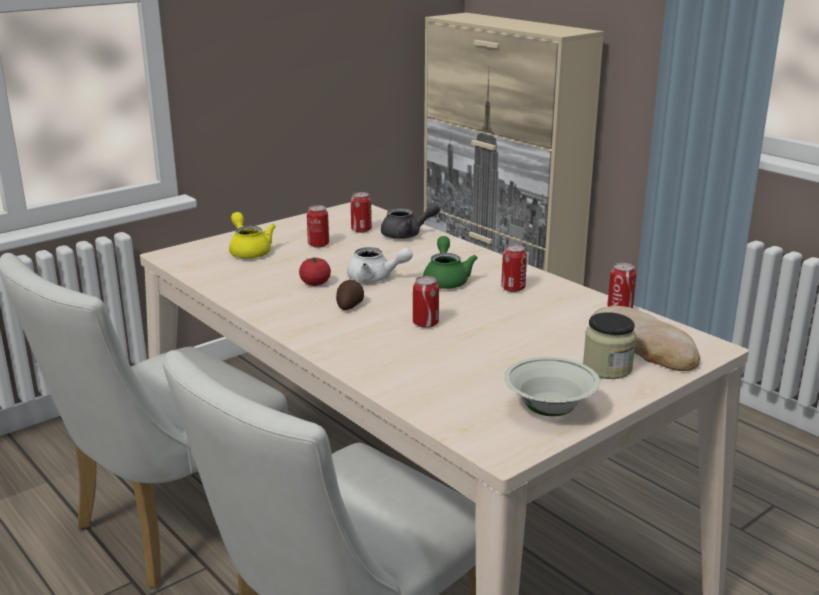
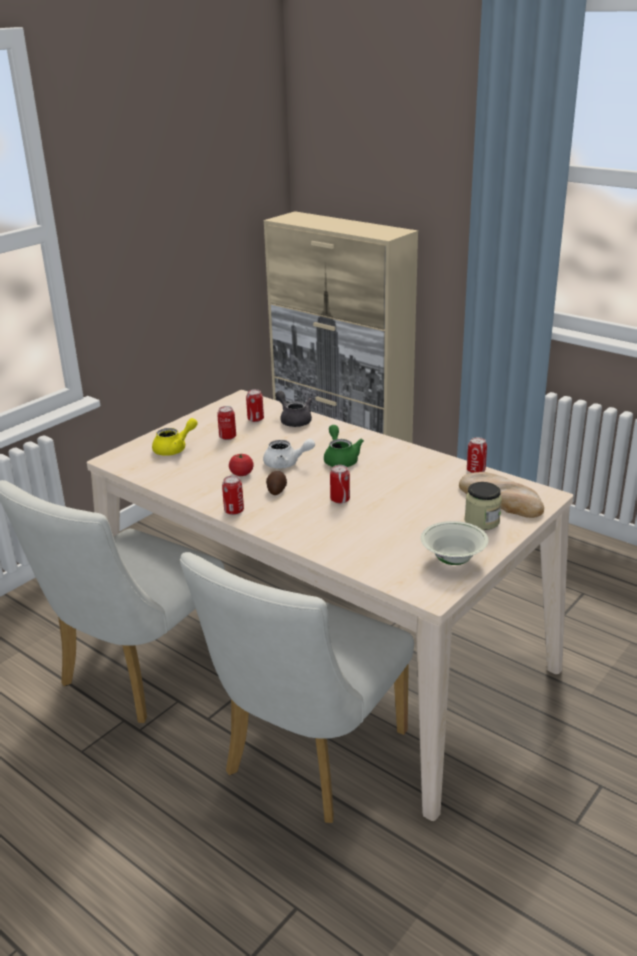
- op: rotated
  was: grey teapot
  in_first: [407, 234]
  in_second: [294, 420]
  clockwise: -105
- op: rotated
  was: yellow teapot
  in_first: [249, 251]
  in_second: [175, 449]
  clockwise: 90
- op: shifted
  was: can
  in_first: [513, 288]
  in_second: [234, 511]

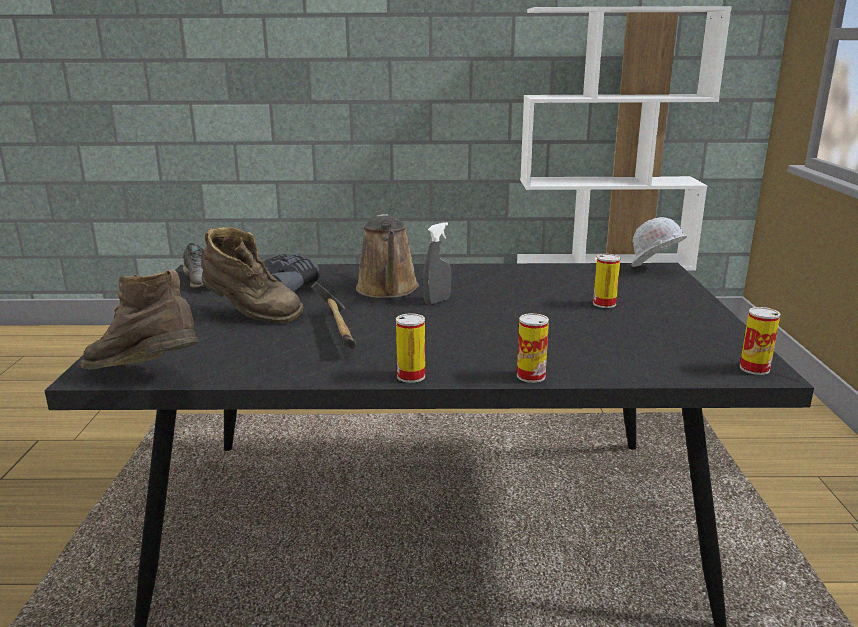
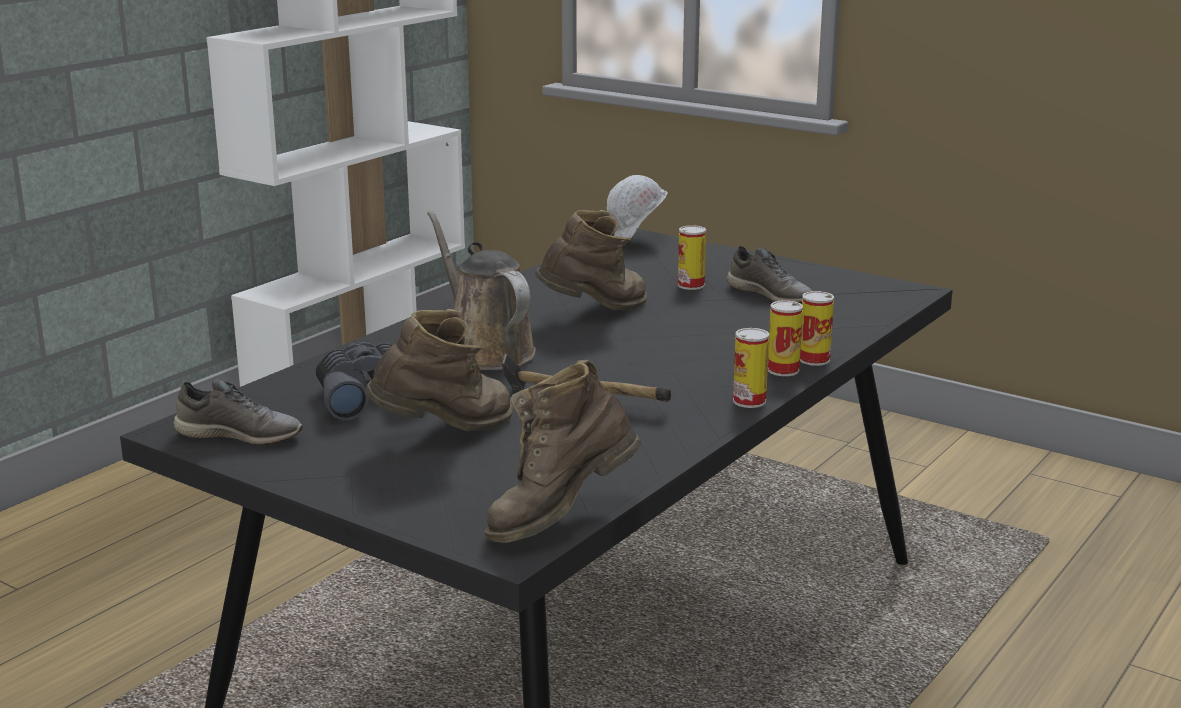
- op: rotated
  was: brown watering can
  in_first: [388, 290]
  in_second: [485, 351]
  clockwise: -150
- op: gone
  was: grey spray bottle
  in_first: [437, 301]
- op: shifted
  was: can
  in_first: [754, 368]
  in_second: [783, 370]
- op: new
  now: brown boot
  in_second: [595, 312]
- op: new
  now: grey shoe
  in_second: [771, 295]

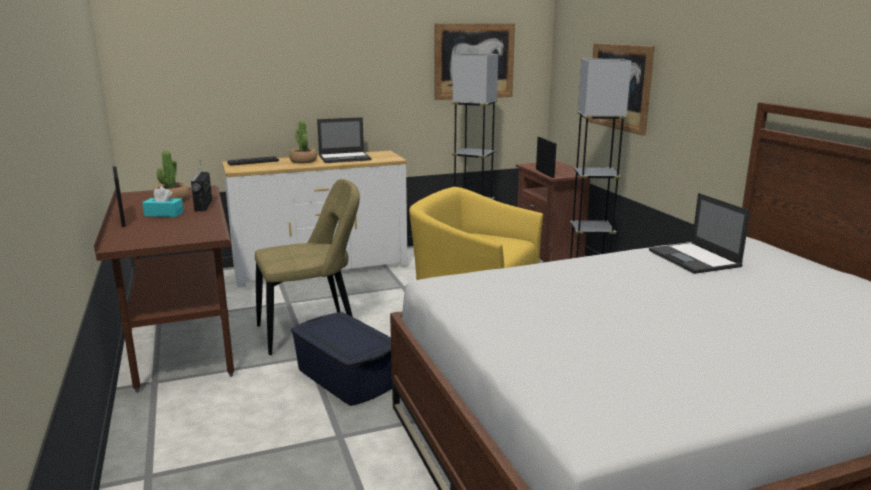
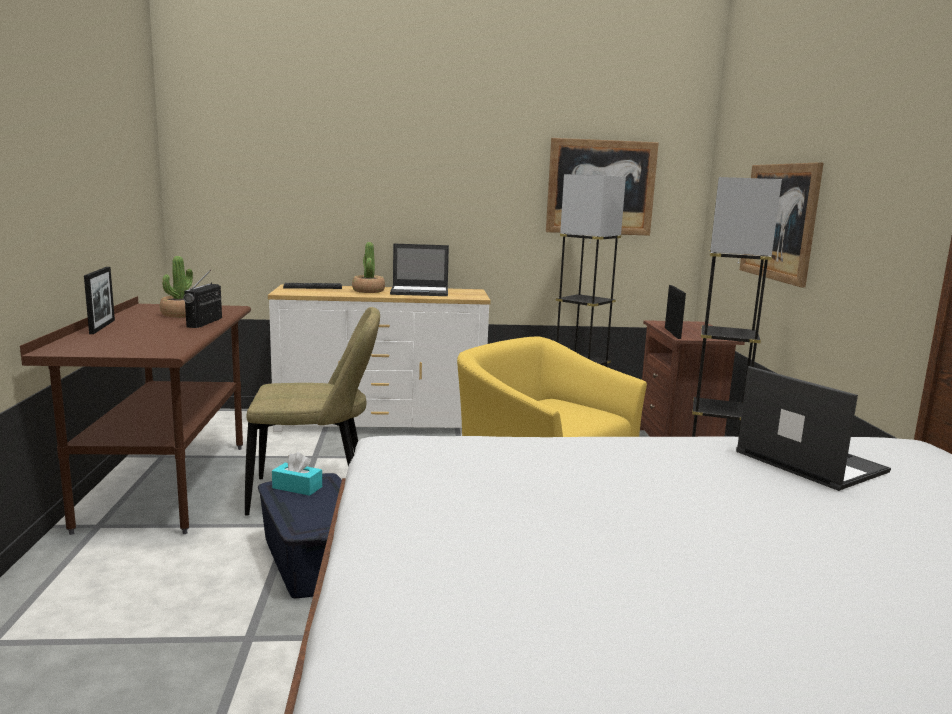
- op: shifted
  was: turquoise tissue box
  in_first: [164, 214]
  in_second: [297, 487]
- op: rotated
  was: laptop
  in_first: [695, 259]
  in_second: [808, 461]
  clockwise: 150

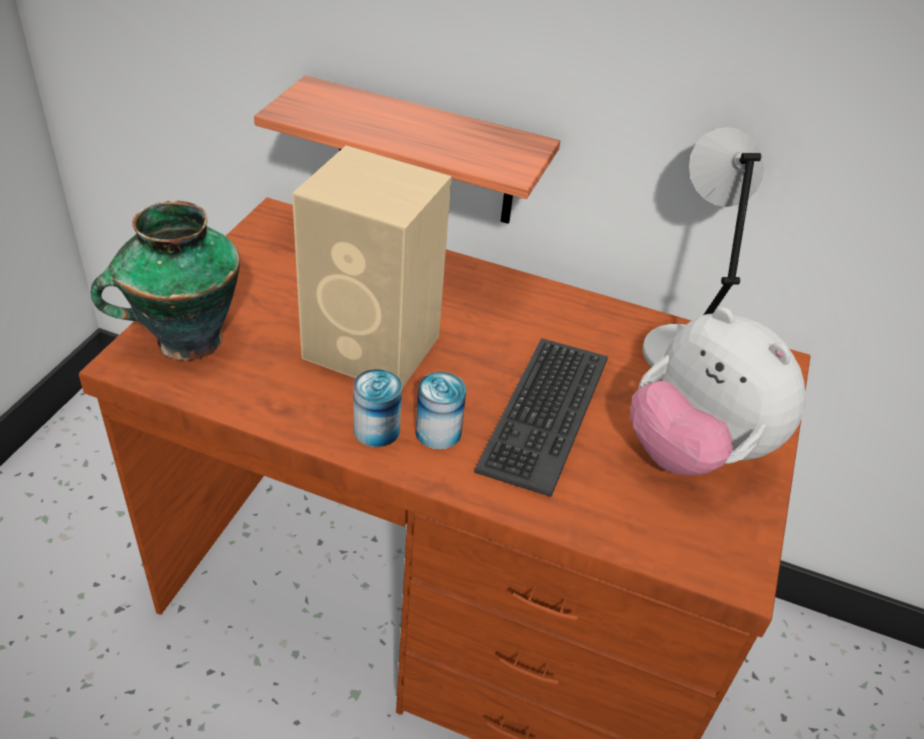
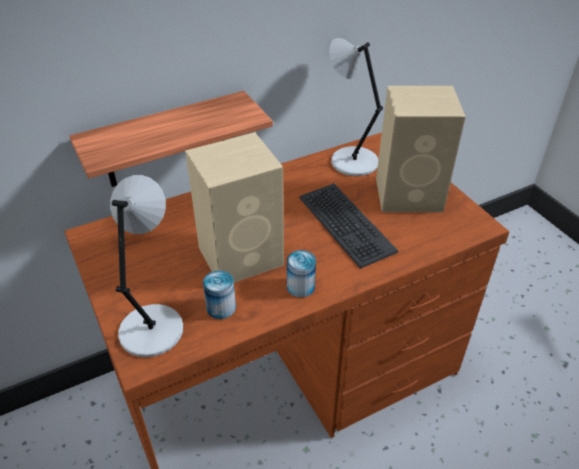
- op: swapped
  was: vase
  now: grey table lamp
  in_first: [186, 341]
  in_second: [152, 327]
- op: swapped
  was: plush toy
  now: beige speaker
  in_first: [695, 451]
  in_second: [410, 195]
- op: shifted
  was: can
  in_first: [438, 432]
  in_second: [221, 307]

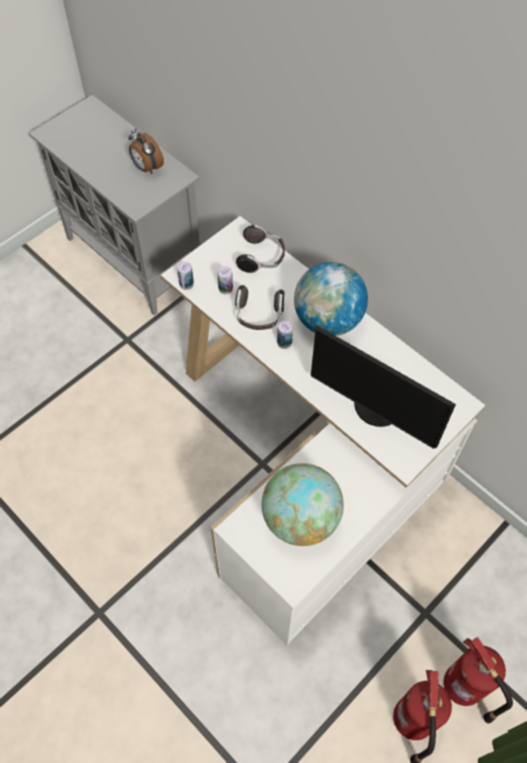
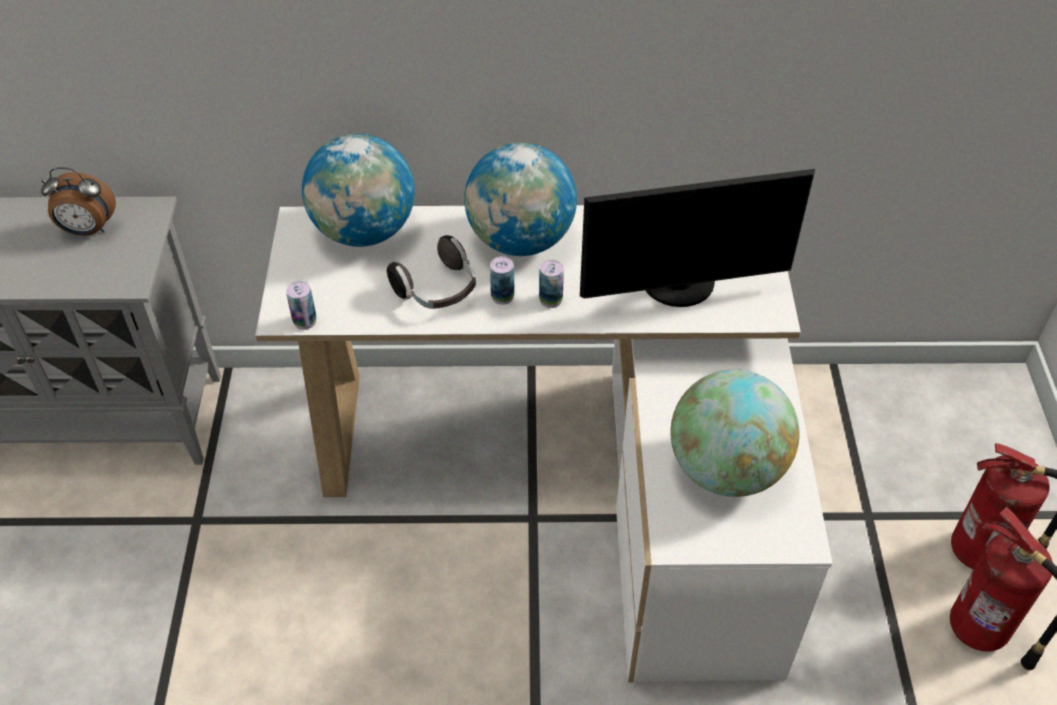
- op: swapped
  was: headphones
  now: globe
  in_first: [261, 258]
  in_second: [364, 231]
- op: shifted
  was: can
  in_first: [225, 289]
  in_second: [550, 300]

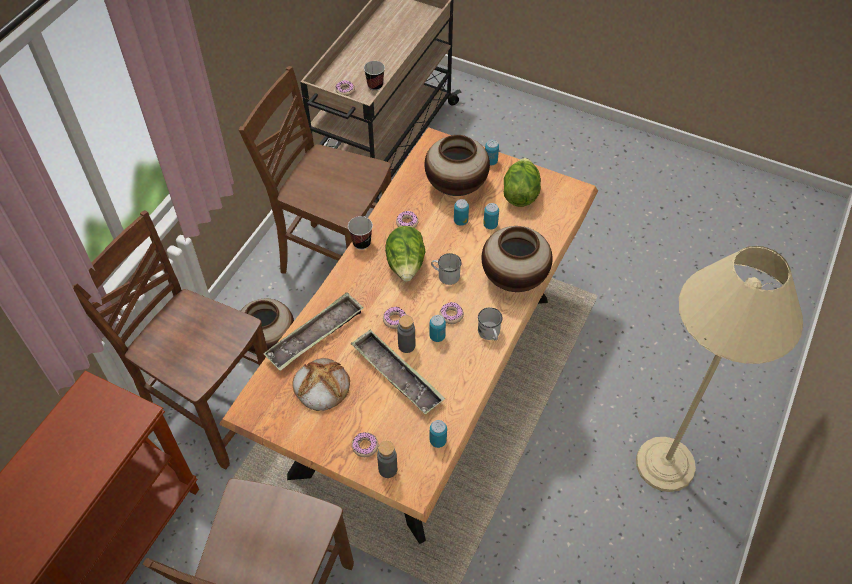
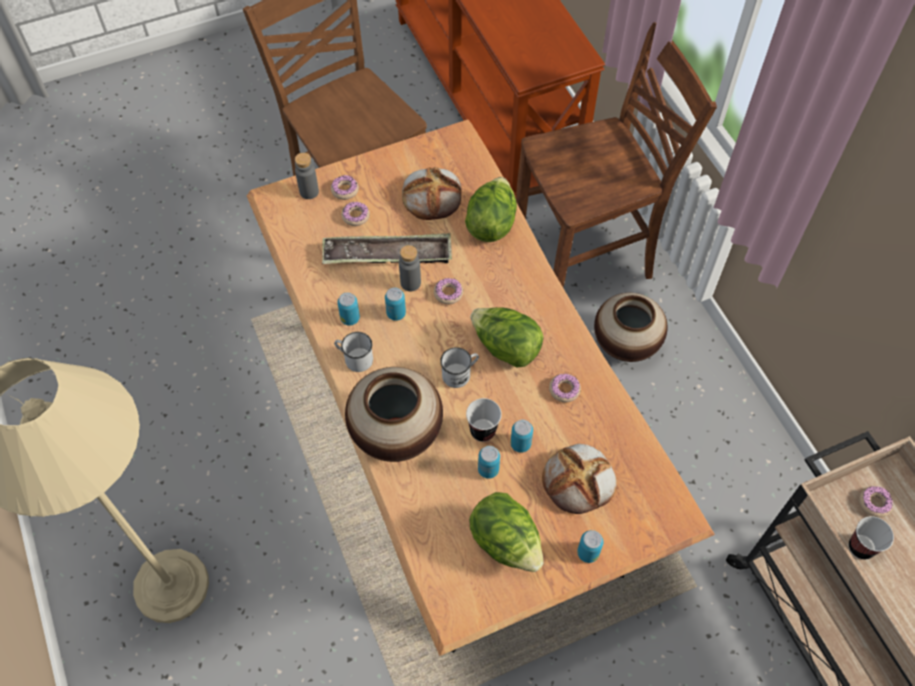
- op: gone
  was: brown chair
  in_first: [335, 260]
- op: swapped
  was: vase
  now: bread
  in_first: [455, 186]
  in_second: [579, 481]
- op: shifted
  was: cup
  in_first: [361, 243]
  in_second: [483, 431]
- op: swapped
  was: tray
  now: lettuce
  in_first: [315, 335]
  in_second: [491, 223]
- op: shifted
  was: donut
  in_first: [451, 315]
  in_second: [355, 216]
- op: shifted
  was: can
  in_first: [438, 441]
  in_second: [350, 318]

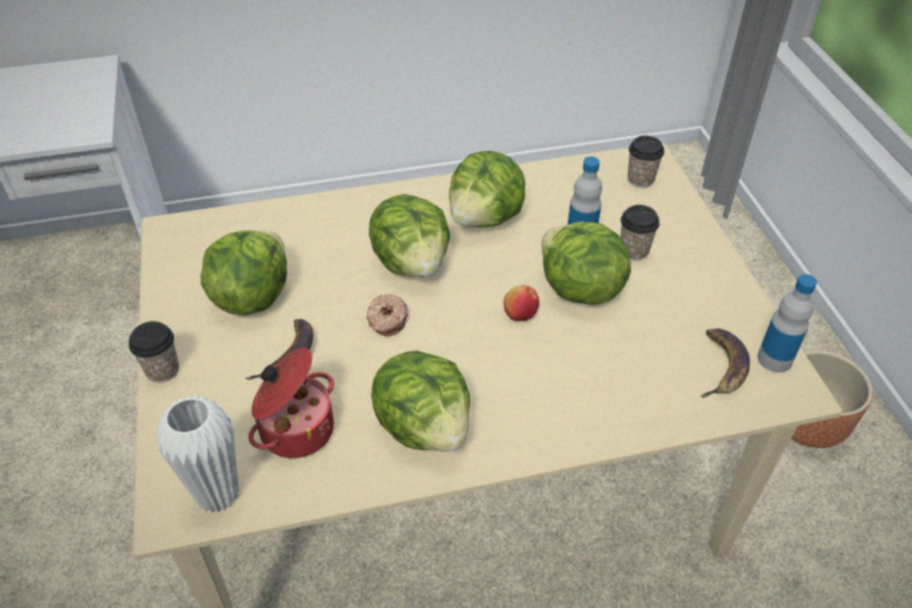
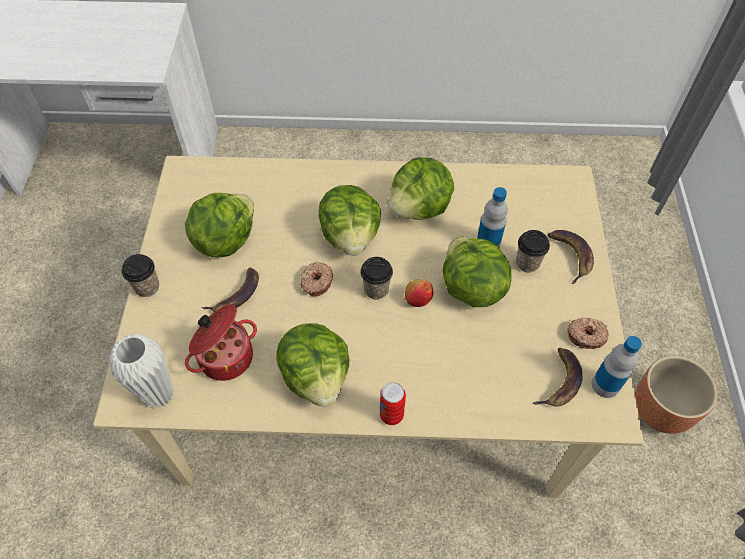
- op: shifted
  was: cup
  in_first: [640, 179]
  in_second: [376, 289]
- op: new
  now: banana
  in_second: [571, 256]
- op: new
  now: donut
  in_second: [586, 335]
- op: new
  now: can
  in_second: [391, 415]

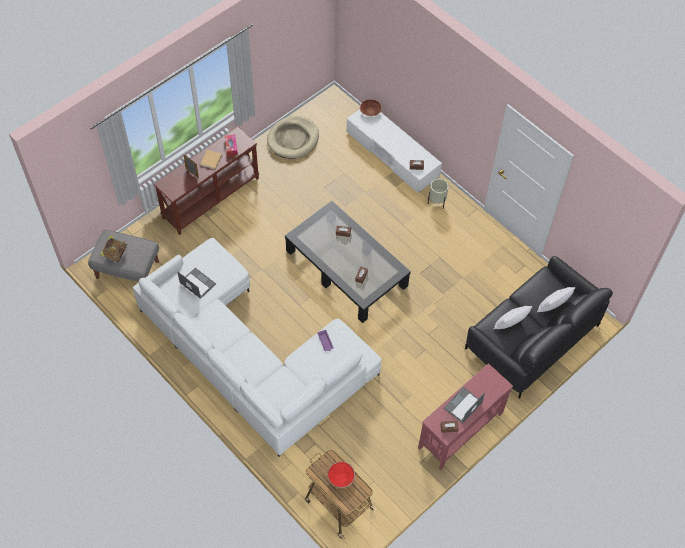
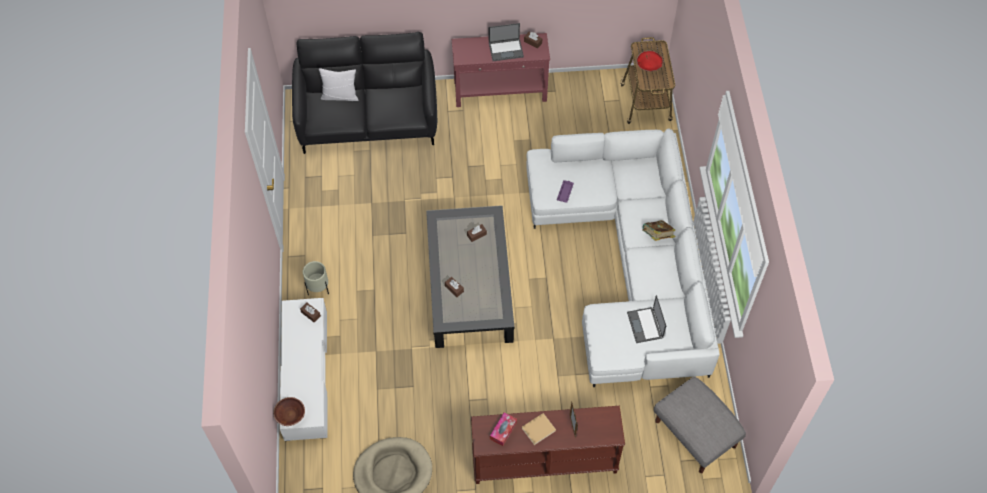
- op: shifted
  was: book
  in_first: [115, 254]
  in_second: [657, 236]
- op: gone
  was: white pillow
  in_first: [510, 324]

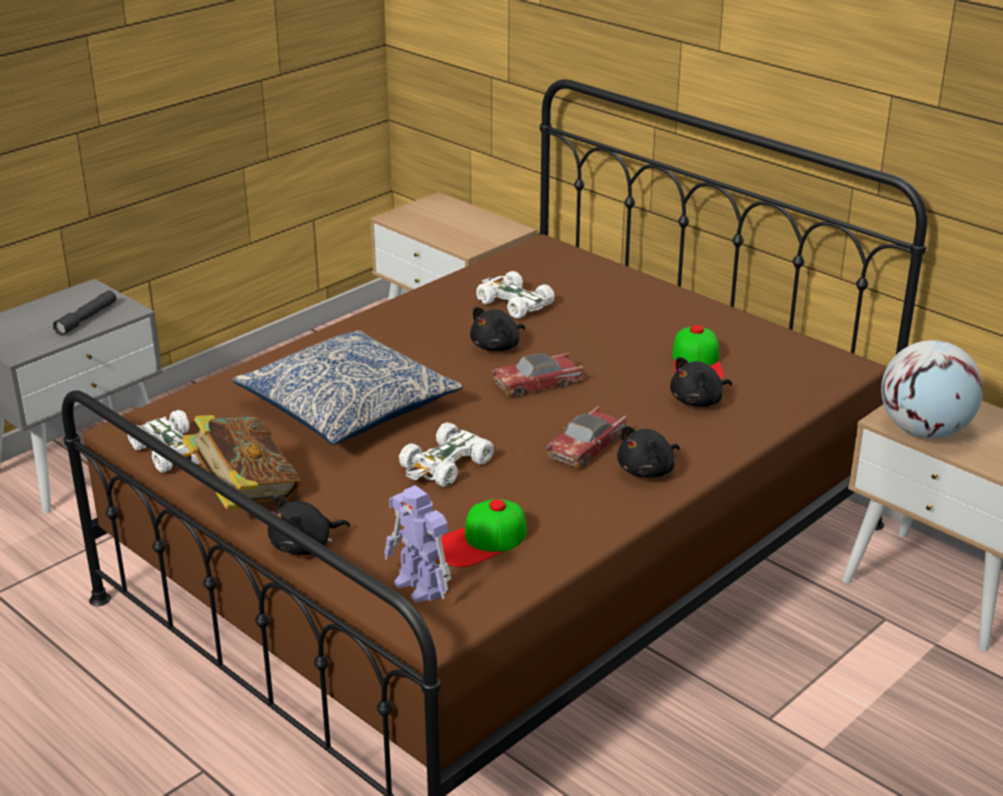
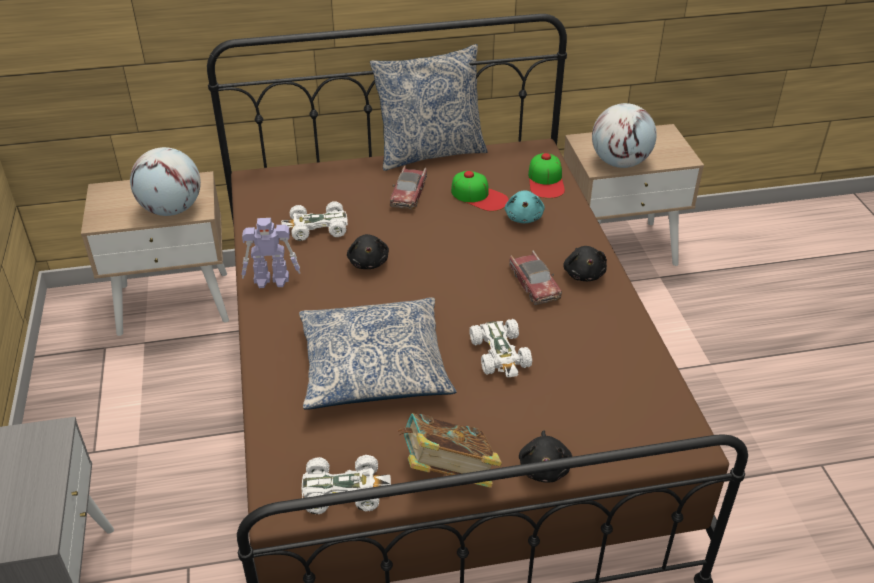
- op: gone
  was: grey flashlight
  in_first: [86, 319]
- op: shifted
  was: toy car
  in_first: [537, 383]
  in_second: [408, 193]
- op: repainted
  was: black plush toy
  now: turquoise plush toy
  in_first: [698, 401]
  in_second: [524, 217]
- op: shifted
  was: toy robot
  in_first: [420, 587]
  in_second: [272, 280]
- op: shifted
  was: cap
  in_first: [480, 541]
  in_second: [546, 181]
- op: new
  now: pillow
  in_second: [430, 152]
- op: new
  now: globe
  in_second: [172, 209]

